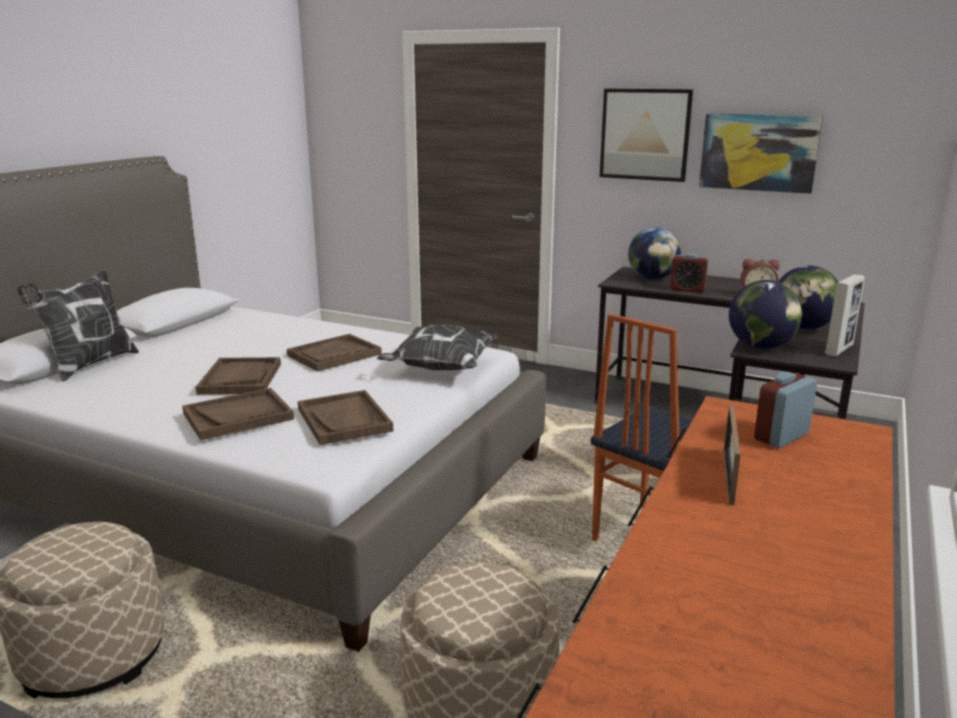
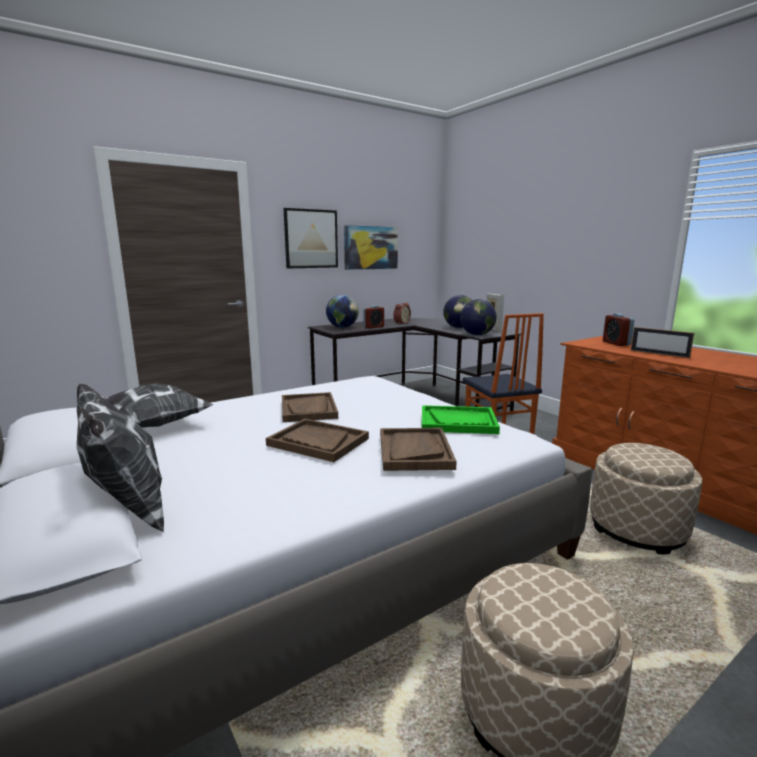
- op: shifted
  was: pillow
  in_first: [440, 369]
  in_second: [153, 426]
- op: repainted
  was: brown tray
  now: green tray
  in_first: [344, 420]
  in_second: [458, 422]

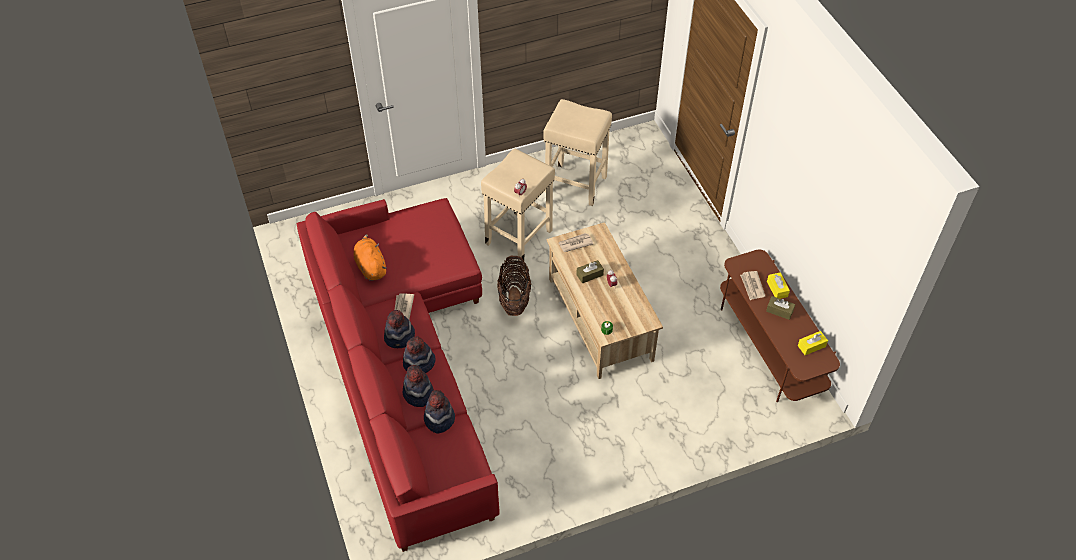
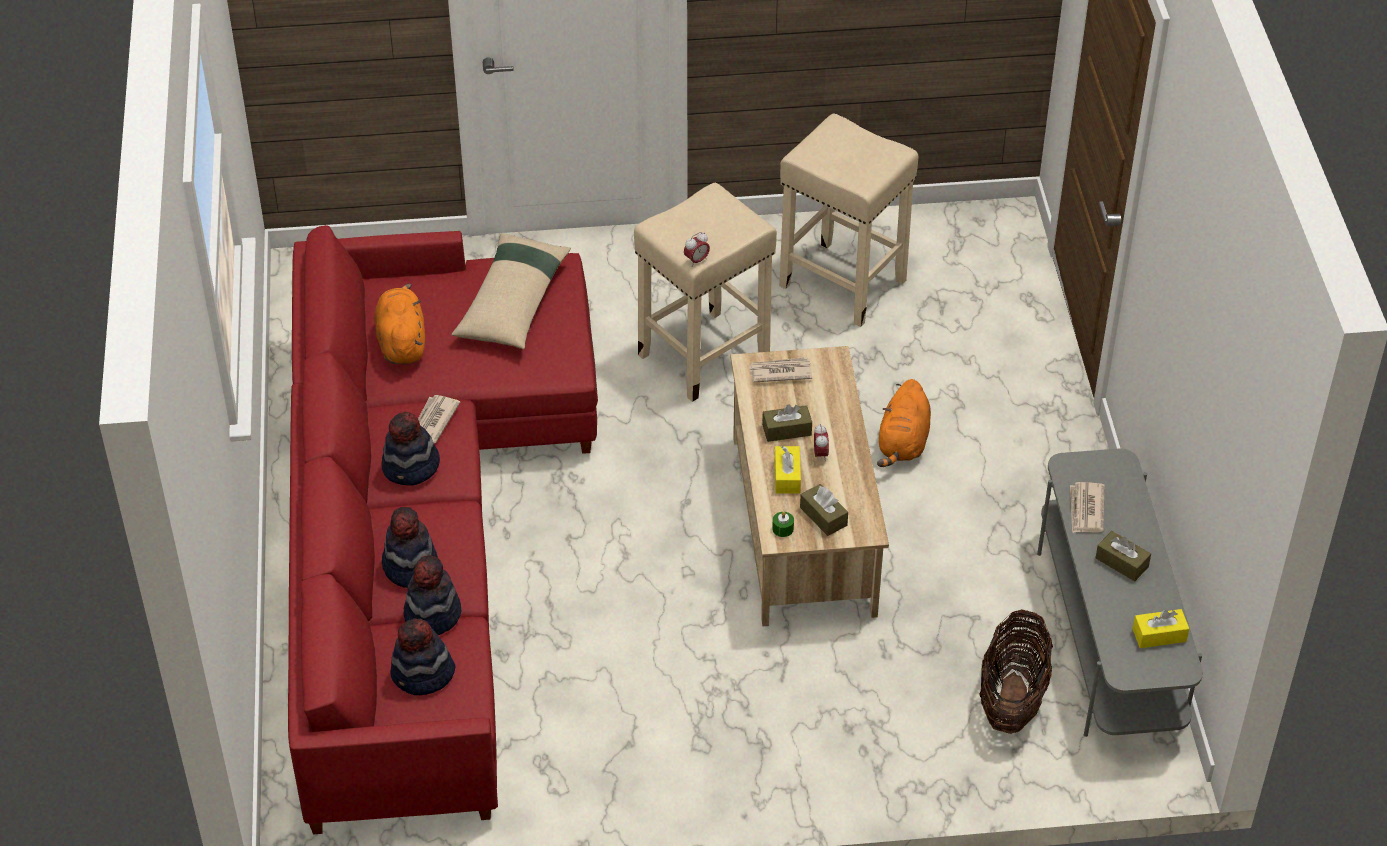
- op: repainted
  was: brown tv stand
  now: grey tv stand
  in_first: [770, 346]
  in_second: [1109, 638]
- op: shifted
  was: basket
  in_first: [514, 299]
  in_second: [1012, 698]
- op: shifted
  was: yellow tissue box
  in_first: [777, 289]
  in_second: [787, 476]
- op: shifted
  was: hat
  in_first: [419, 363]
  in_second: [422, 675]
- op: new
  now: beige pillow
  in_second: [513, 302]
- op: new
  now: orange plush toy
  in_second: [903, 443]
- op: new
  now: brown tissue box
  in_second: [823, 516]

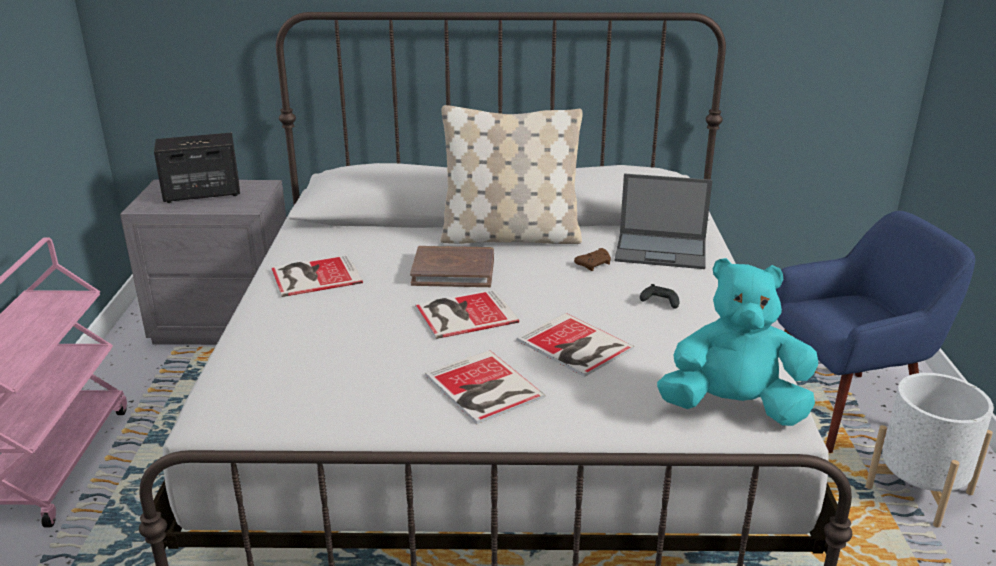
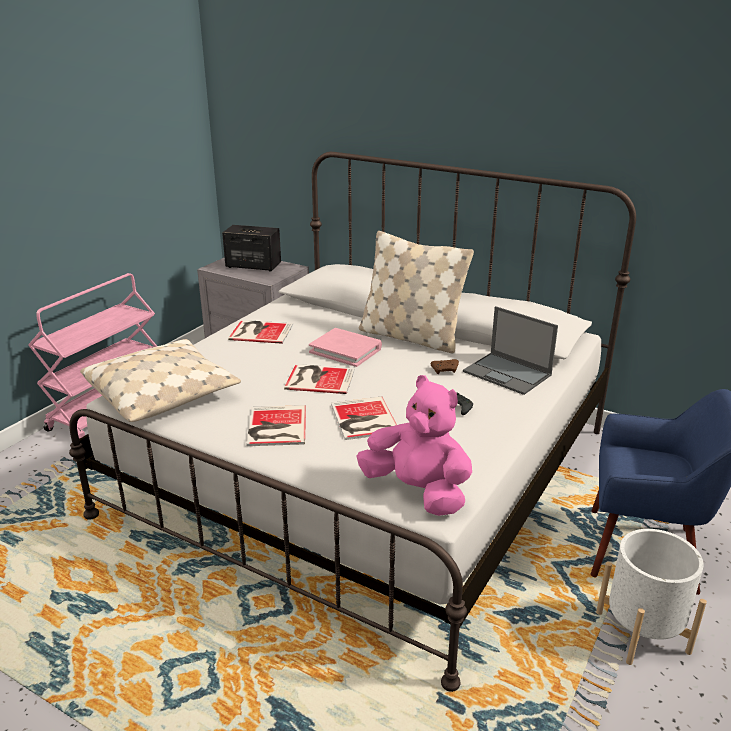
- op: repainted
  was: brown book
  now: pink book
  in_first: [453, 271]
  in_second: [346, 350]
- op: repainted
  was: turquoise plush toy
  now: pink plush toy
  in_first: [733, 408]
  in_second: [417, 491]
- op: new
  now: beige pillow
  in_second: [163, 393]

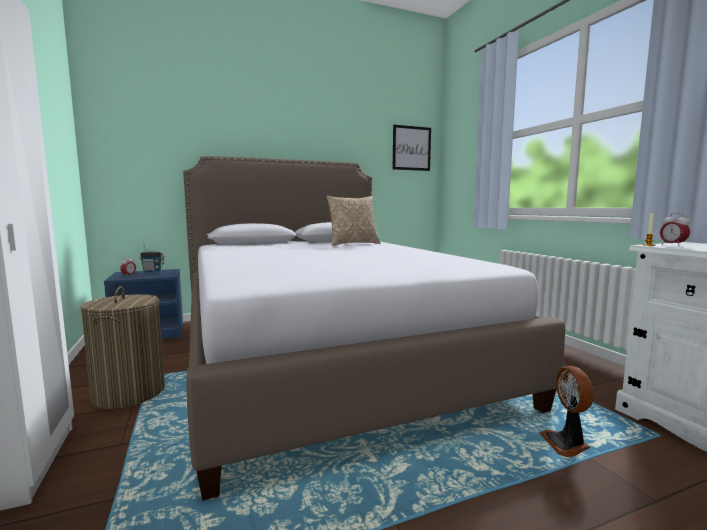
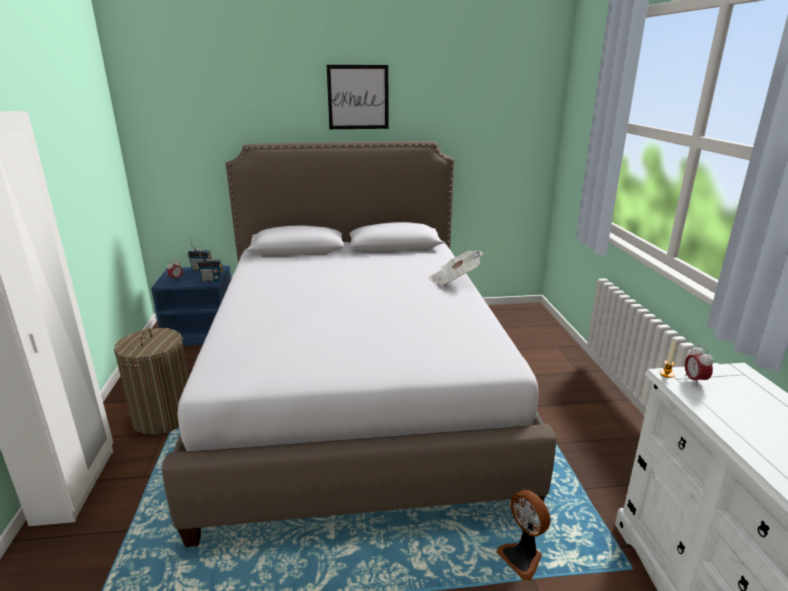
- op: shifted
  was: picture
  in_first: [411, 148]
  in_second: [358, 97]
- op: gone
  was: pillow
  in_first: [353, 244]
- op: rotated
  was: fan
  in_first: [566, 444]
  in_second: [522, 558]
  clockwise: -45
- op: new
  now: radio
  in_second: [211, 281]
- op: new
  now: newspaper
  in_second: [454, 280]

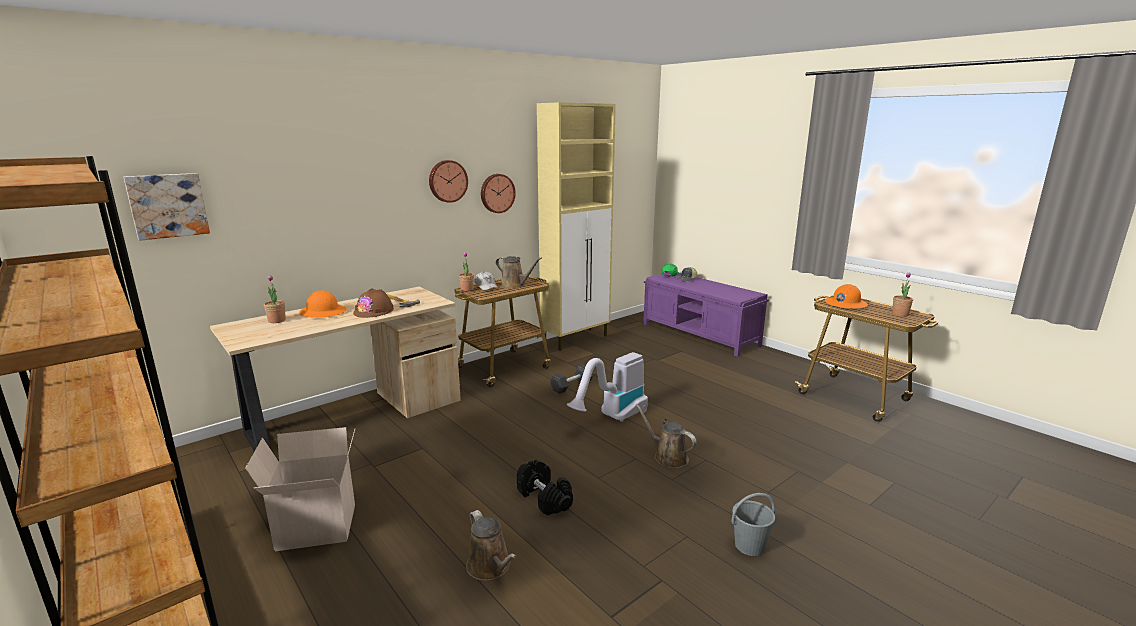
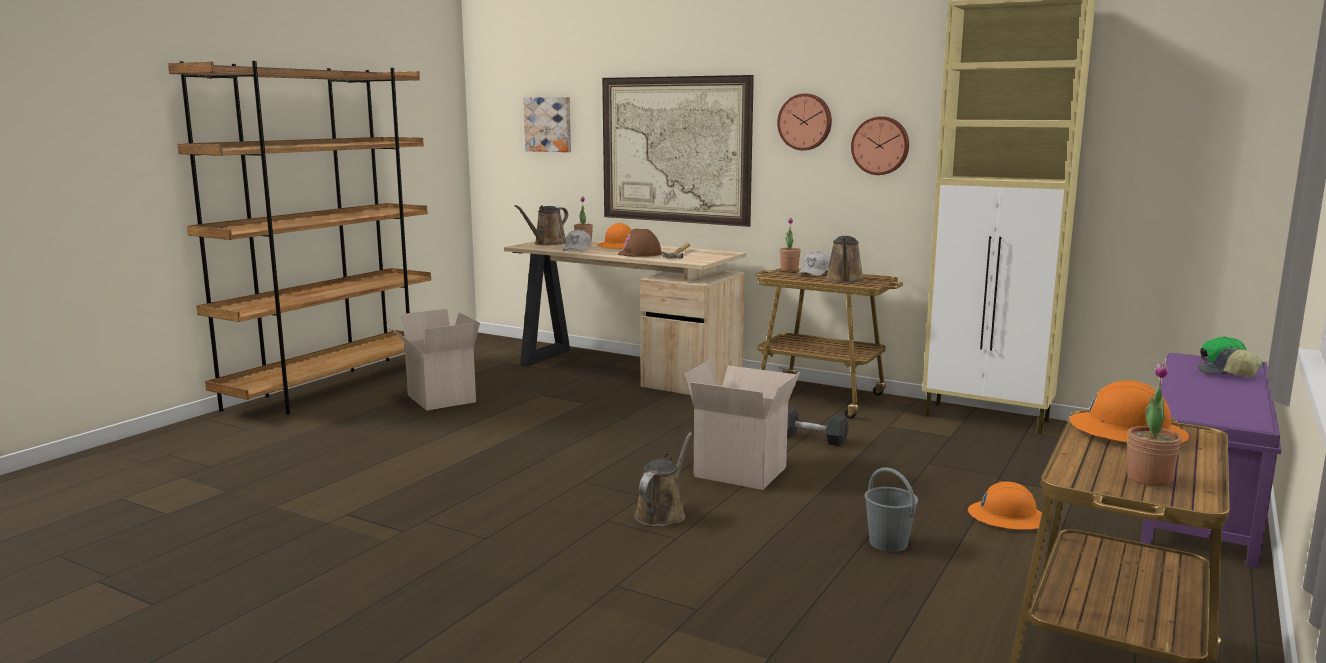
- op: swapped
  was: vacuum cleaner
  now: cardboard box
  in_first: [612, 417]
  in_second: [742, 471]
- op: gone
  was: black dumbbell
  in_first: [544, 498]
- op: shifted
  was: grey bucket
  in_first: [750, 545]
  in_second: [889, 544]
- op: shifted
  was: brown watering can
  in_first: [490, 567]
  in_second: [548, 243]
- op: new
  now: picture
  in_second: [675, 150]
- op: new
  now: white cap
  in_second: [577, 249]
- op: new
  now: orange hard hat
  in_second: [1007, 517]

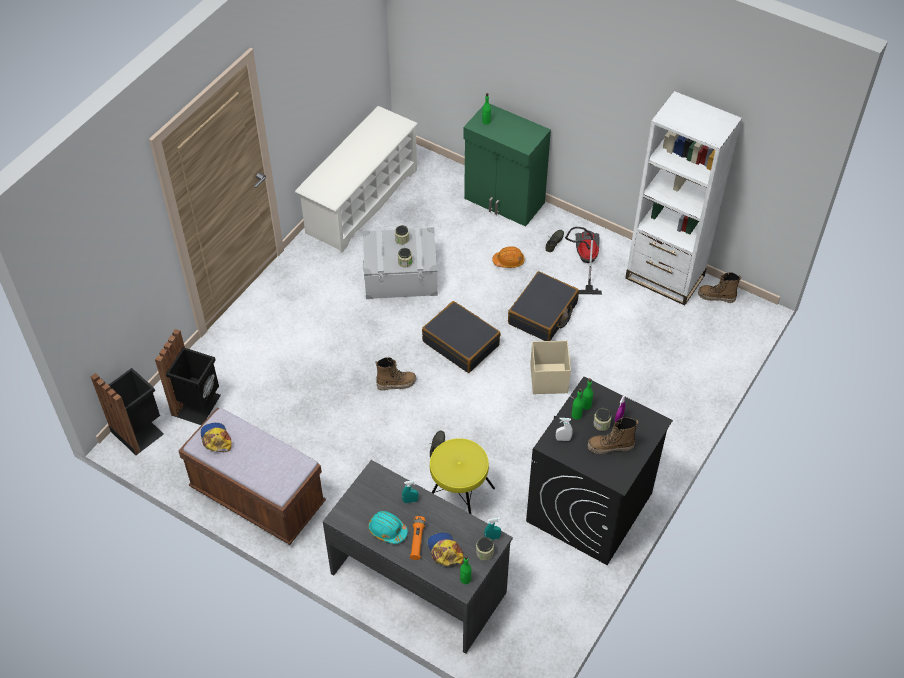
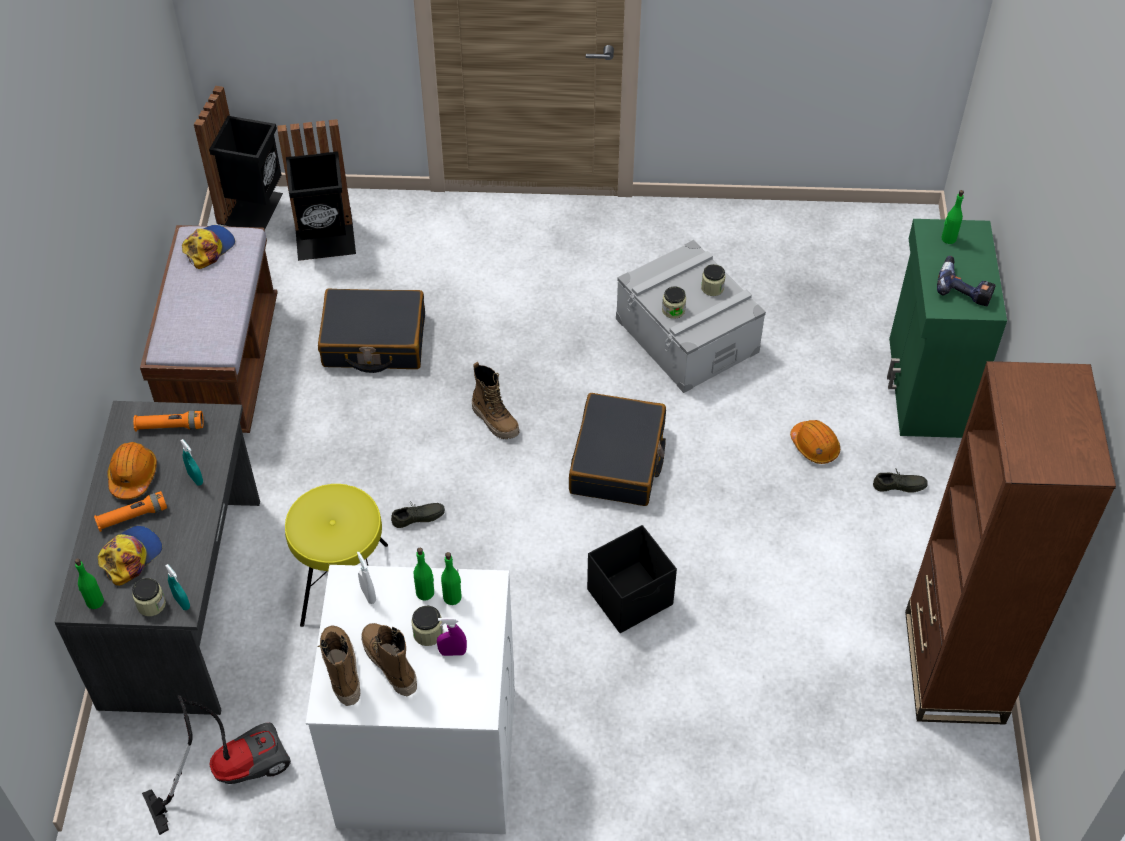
- op: repainted
  was: white bookcase
  now: brown bookcase
  in_first: [664, 277]
  in_second: [953, 666]
- op: gone
  was: white shoe rack
  in_first: [361, 201]
- op: shifted
  was: vacuum cleaner
  in_first: [584, 261]
  in_second: [229, 770]
- op: shifted
  was: black suitcase
  in_first: [543, 314]
  in_second: [374, 341]
- op: shifted
  was: boot
  in_first: [716, 297]
  in_second: [341, 670]
- op: repainted
  was: beige storage box
  now: black storage box
  in_first: [549, 378]
  in_second: [631, 597]
- op: repainted
  was: black washing machine
  now: white washing machine
  in_first: [589, 508]
  in_second: [426, 757]
- op: repainted
  was: turquoise hard hat
  now: orange hard hat
  in_first: [387, 530]
  in_second: [133, 476]
- op: new
  now: power drill
  in_second: [964, 287]
- op: new
  now: orange flashlight
  in_second: [170, 426]

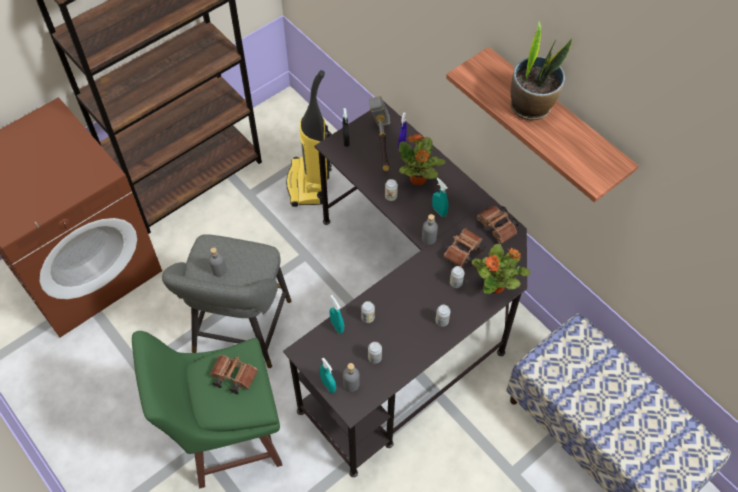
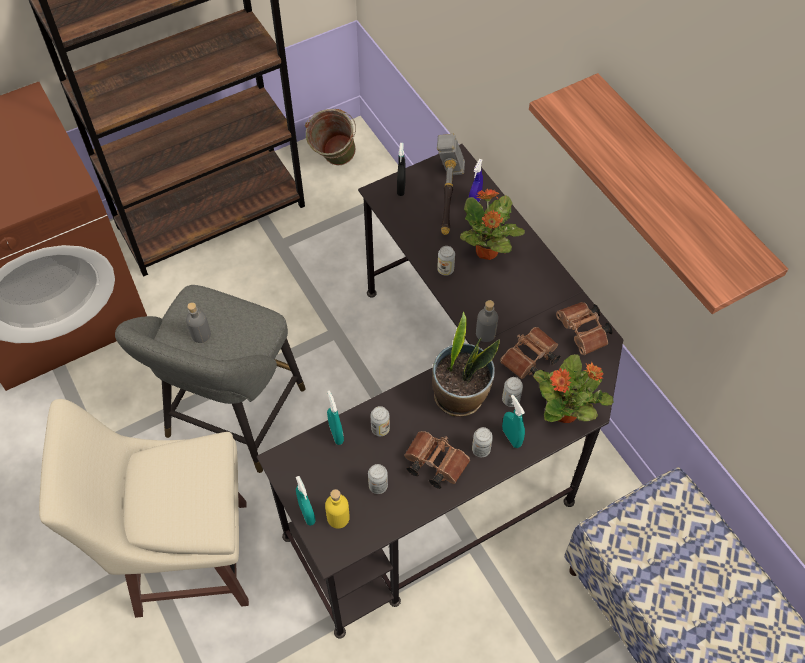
- op: shifted
  was: potted plant
  in_first: [531, 106]
  in_second: [460, 396]
- op: gone
  was: vacuum cleaner
  in_first: [309, 183]
- op: shifted
  was: turquoise spray bottle
  in_first: [439, 211]
  in_second: [511, 437]
- op: repainted
  was: green stool
  now: beige stool
  in_first: [229, 438]
  in_second: [187, 557]
- op: shifted
  was: brown binoculars
  in_first: [232, 377]
  in_second: [433, 464]
- op: repainted
  was: grey bottle
  now: yellow bottle
  in_first: [351, 384]
  in_second: [338, 518]
- op: new
  now: green bucket
  in_second: [334, 163]

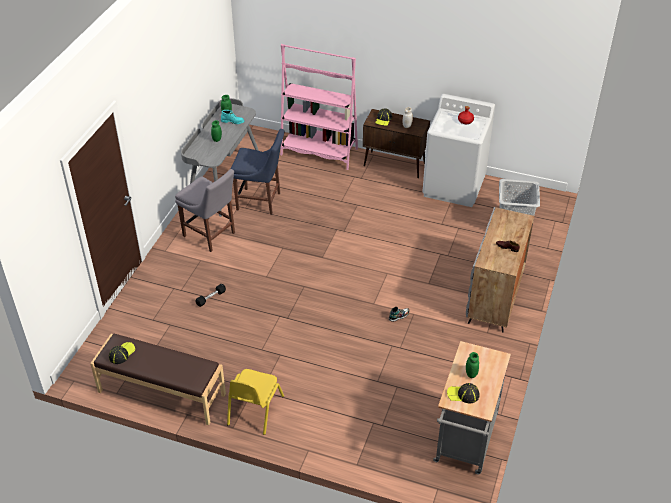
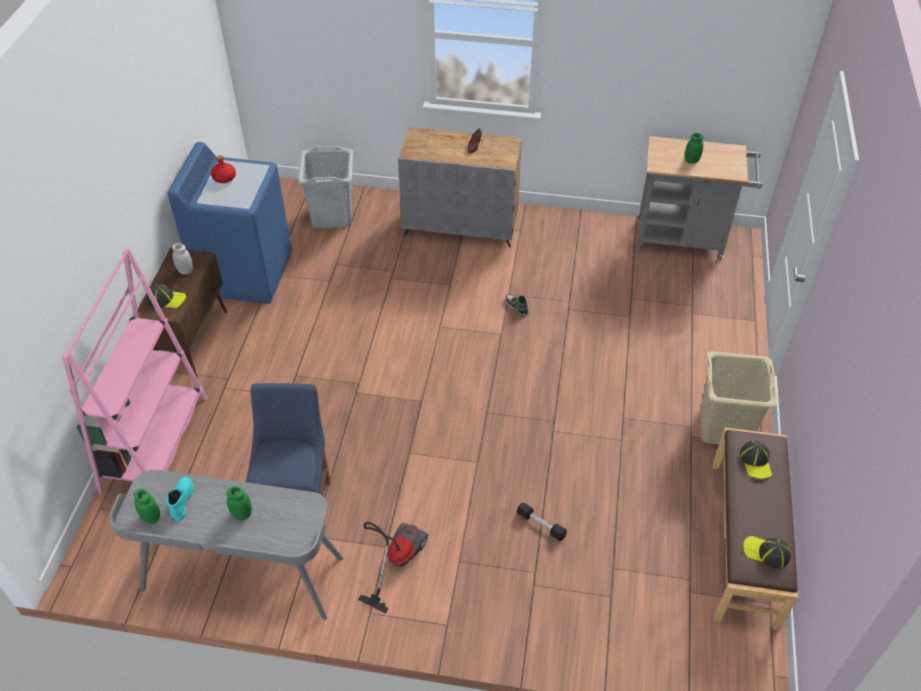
- op: repainted
  was: white washing machine
  now: blue washing machine
  in_first: [454, 186]
  in_second: [245, 273]
- op: swapped
  was: grey chair
  now: vacuum cleaner
  in_first: [210, 235]
  in_second: [396, 561]
- op: swapped
  was: yellow chair
  now: beige laundry basket
  in_first: [254, 410]
  in_second: [724, 427]
- op: shifted
  was: cap
  in_first: [463, 394]
  in_second: [756, 462]

